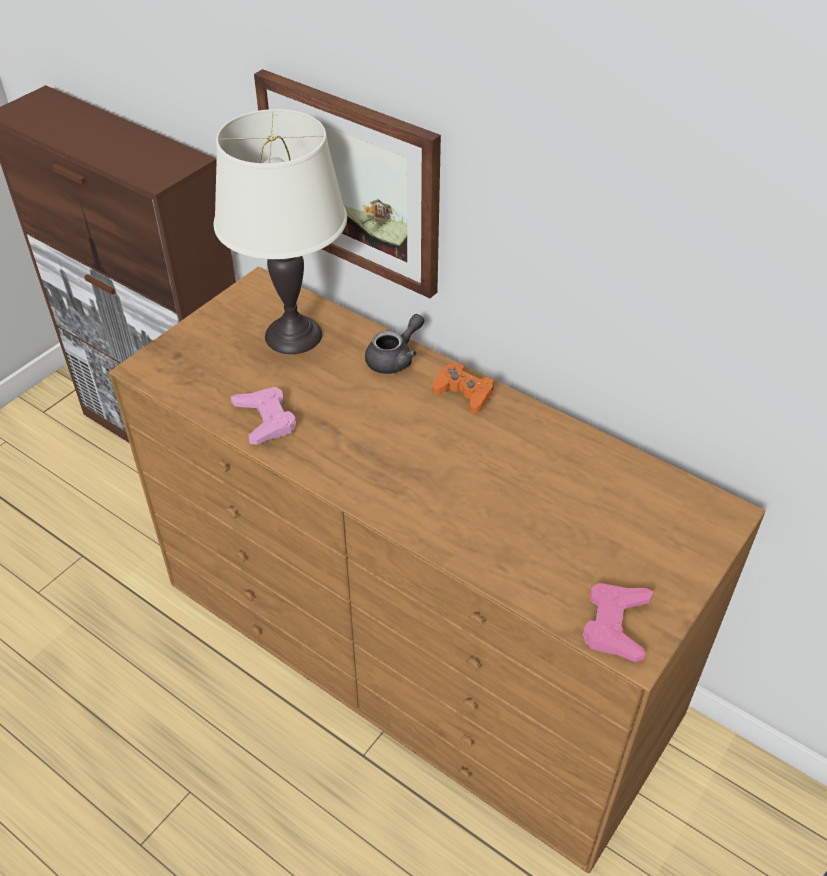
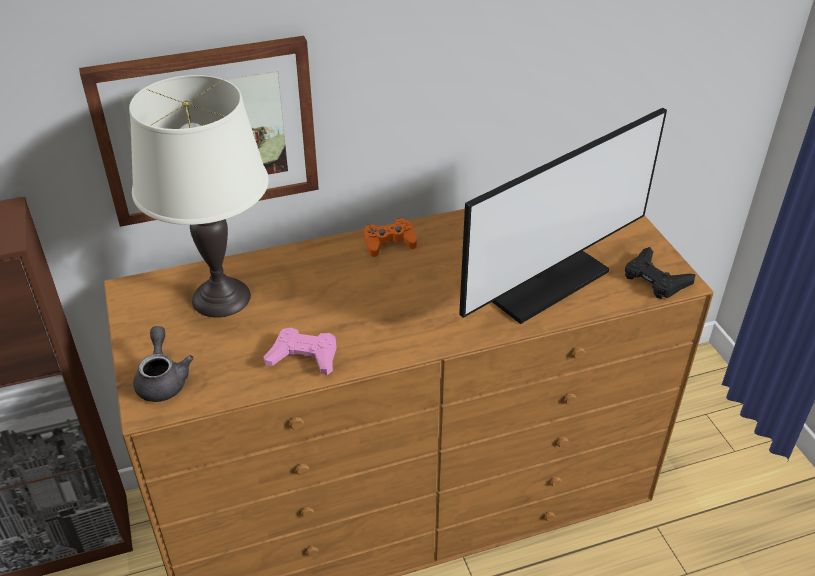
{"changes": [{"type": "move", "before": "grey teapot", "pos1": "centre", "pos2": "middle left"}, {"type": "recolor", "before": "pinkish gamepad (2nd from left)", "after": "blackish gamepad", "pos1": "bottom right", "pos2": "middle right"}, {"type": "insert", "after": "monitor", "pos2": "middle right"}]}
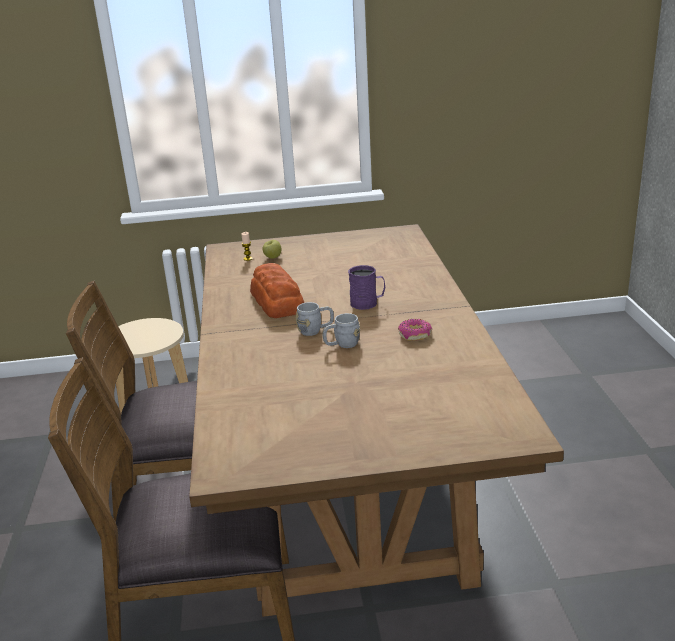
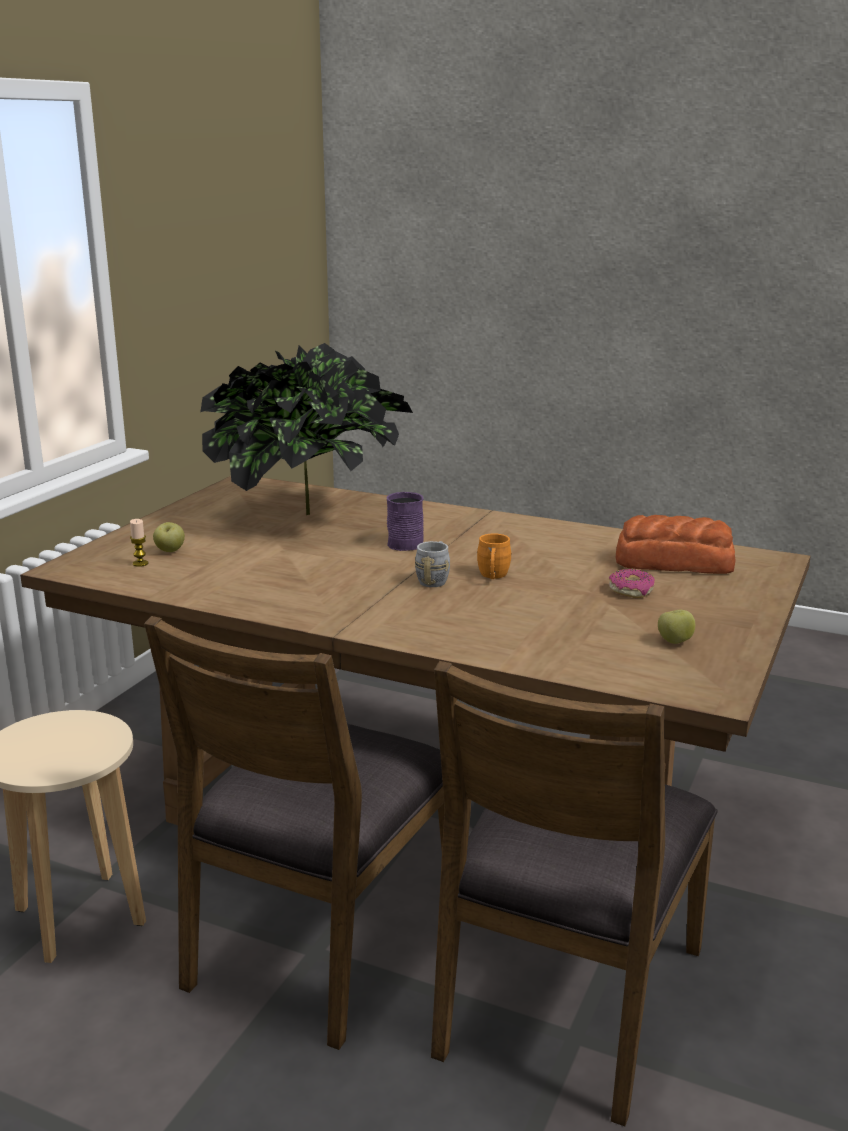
{"changes": [{"type": "move", "before": "baked bread", "pos1": "centre", "pos2": "middle right"}, {"type": "recolor", "before": "grey tea mug (2nd from left)", "after": "orange tea mug", "pos1": "centre", "pos2": "centre"}, {"type": "move", "before": "donut", "pos1": "centre", "pos2": "middle right"}, {"type": "insert", "after": "potted plant", "pos2": "centre"}, {"type": "insert", "after": "apple fruit (2nd from left)", "pos2": "middle right"}]}
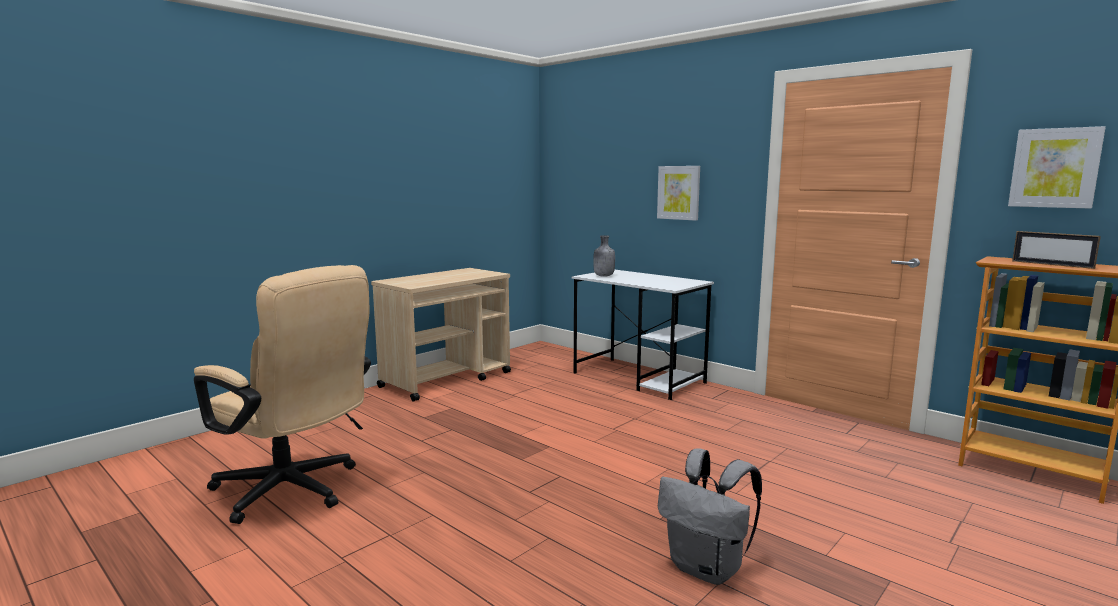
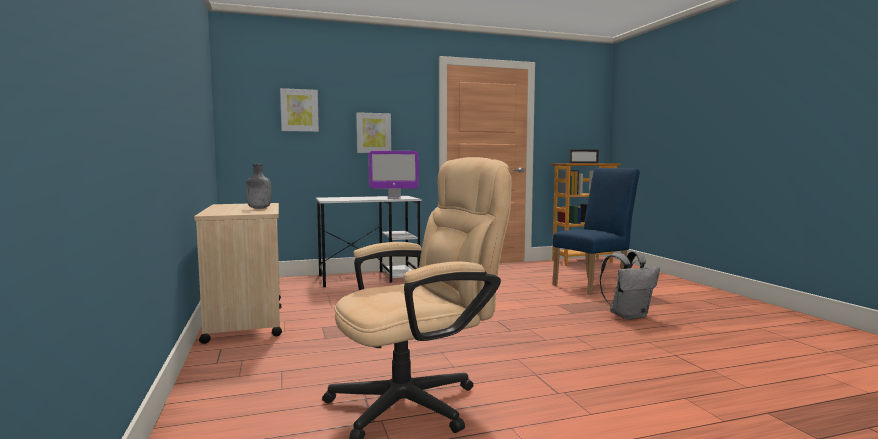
{"changes": [{"type": "move", "before": "grey beverage bottle", "pos1": "centre", "pos2": "middle left"}, {"type": "move", "before": "wall picture (2nd from left in the first image)", "after": "wall picture (1st from left)", "pos1": "top right", "pos2": "top centre"}, {"type": "insert", "after": "monitor", "pos2": "centre"}, {"type": "insert", "after": "blue plain chair", "pos2": "middle right"}]}
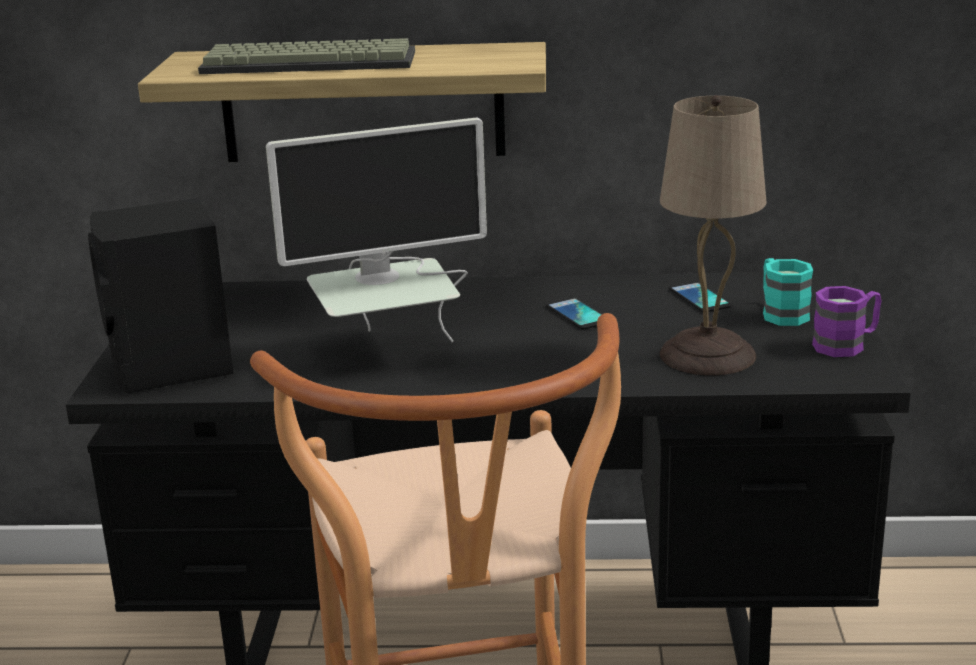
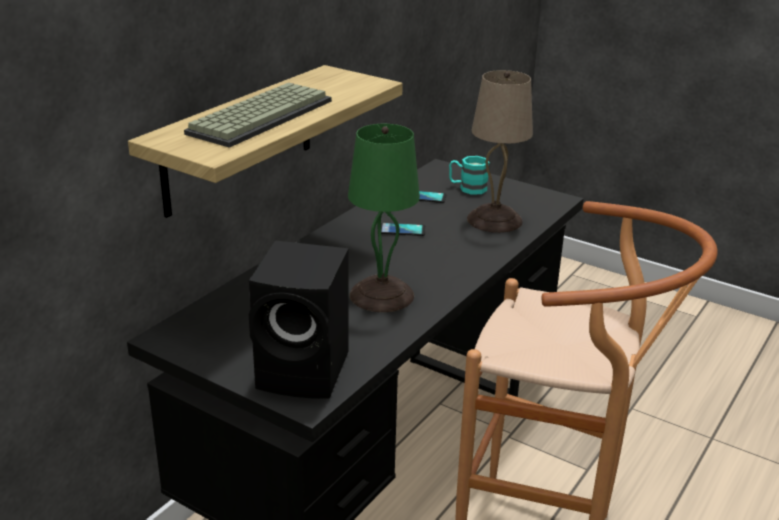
{"changes": [{"type": "replace", "before": "monitor", "after": "greenish tabletop lamp", "pos1": "centre", "pos2": "centre"}, {"type": "delete", "before": "purple-coloured tea mug", "pos1": "middle right"}]}
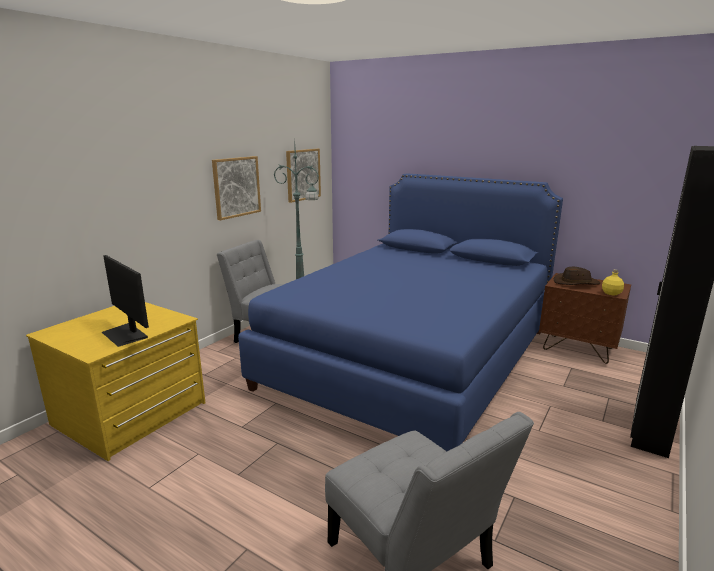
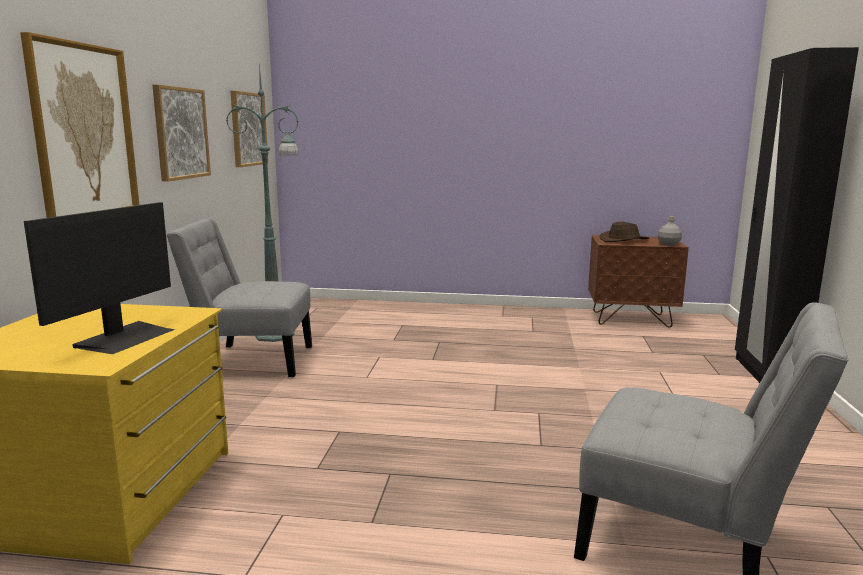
{"changes": [{"type": "rotate", "before": "monitor", "pos1": "middle left", "pos2": "middle left", "turn": -90}, {"type": "delete", "before": "blue sleeping bed", "pos1": "centre"}, {"type": "recolor", "before": "yellow beverage bottle", "after": "grey beverage bottle", "pos1": "middle right", "pos2": "middle right"}, {"type": "insert", "after": "wall picture (1st from left)", "pos2": "top left"}]}
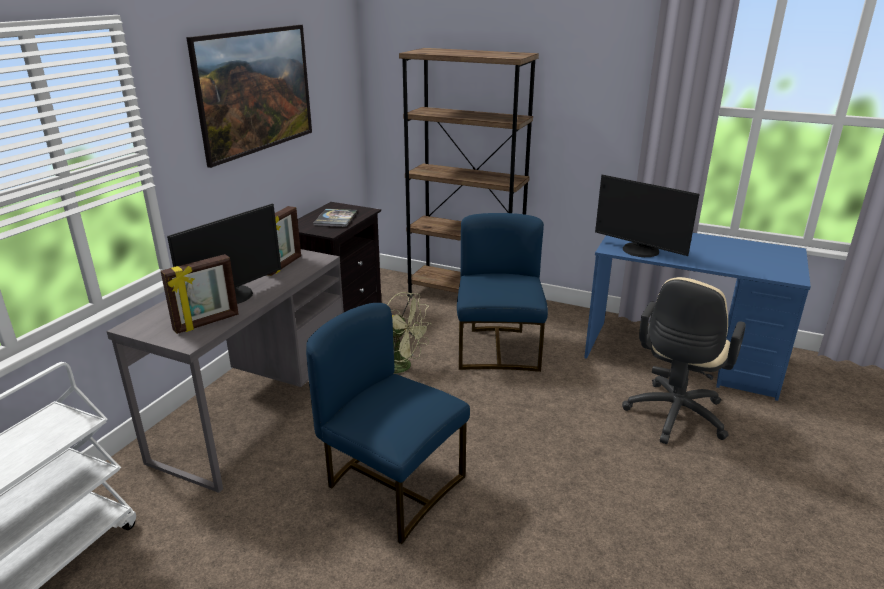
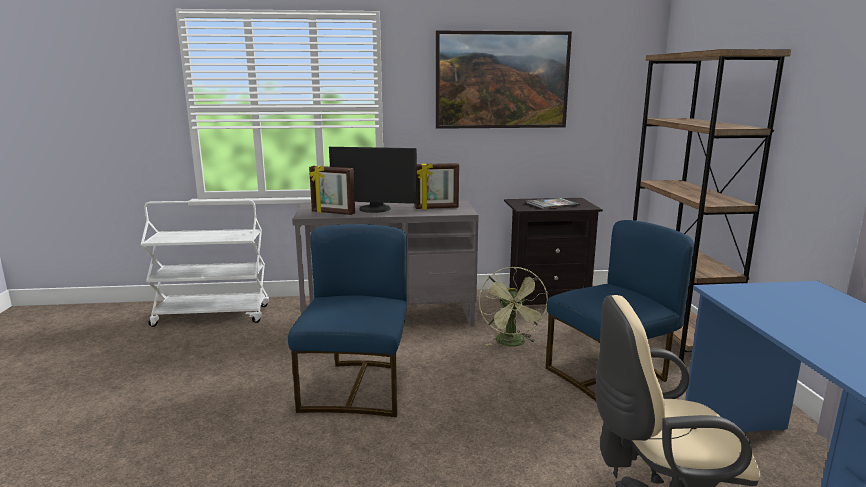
{"changes": [{"type": "delete", "before": "monitor (2nd from left)", "pos1": "middle right"}]}
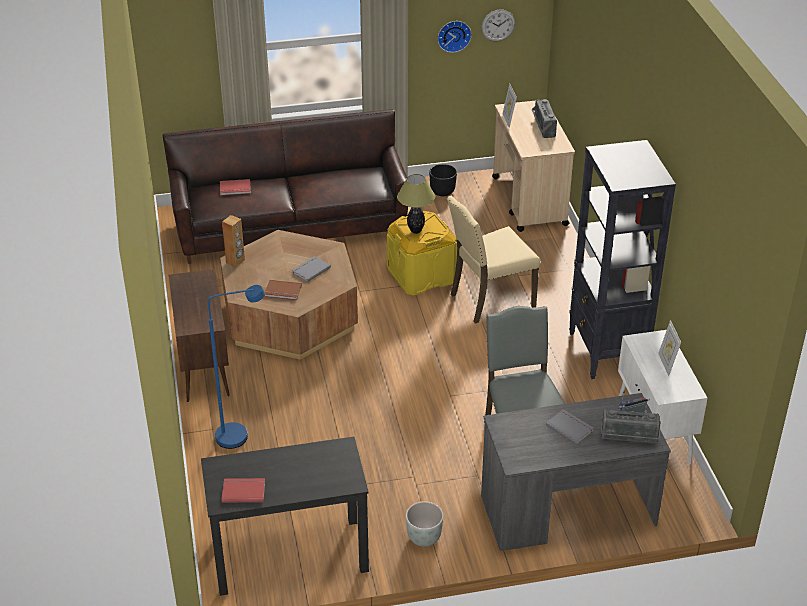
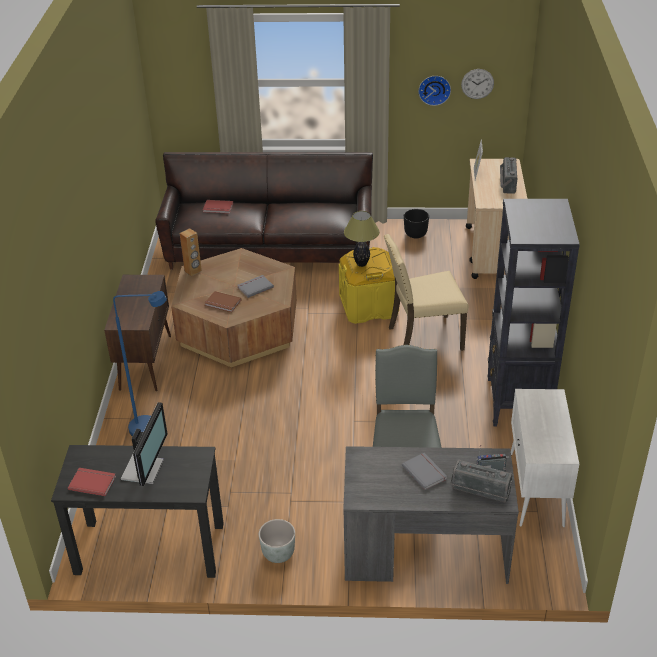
{"changes": [{"type": "delete", "before": "photo frame (2nd from left)", "pos1": "middle right"}, {"type": "insert", "after": "monitor", "pos2": "bottom left"}]}
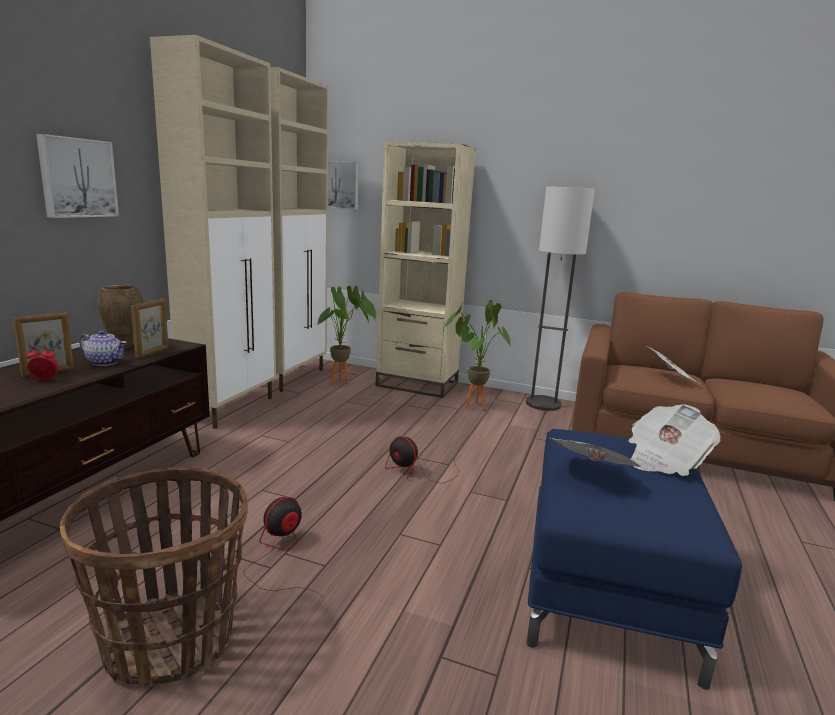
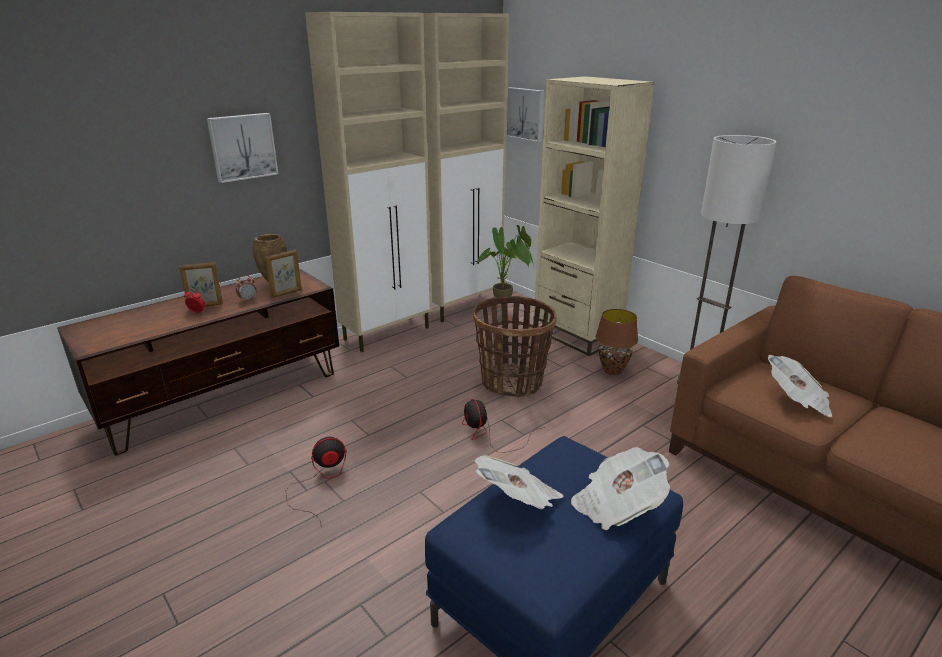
{"changes": [{"type": "move", "before": "storage basket", "pos1": "bottom left", "pos2": "centre"}, {"type": "replace", "before": "teapot", "after": "bedside clock (2nd from left)", "pos1": "middle left", "pos2": "middle left"}, {"type": "replace", "before": "potted plant (2nd from left)", "after": "brownish tabletop lamp", "pos1": "centre", "pos2": "centre"}]}
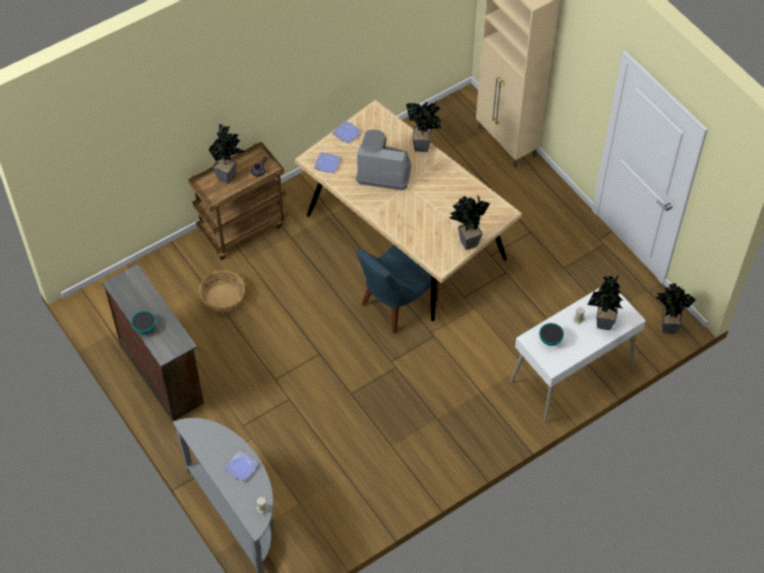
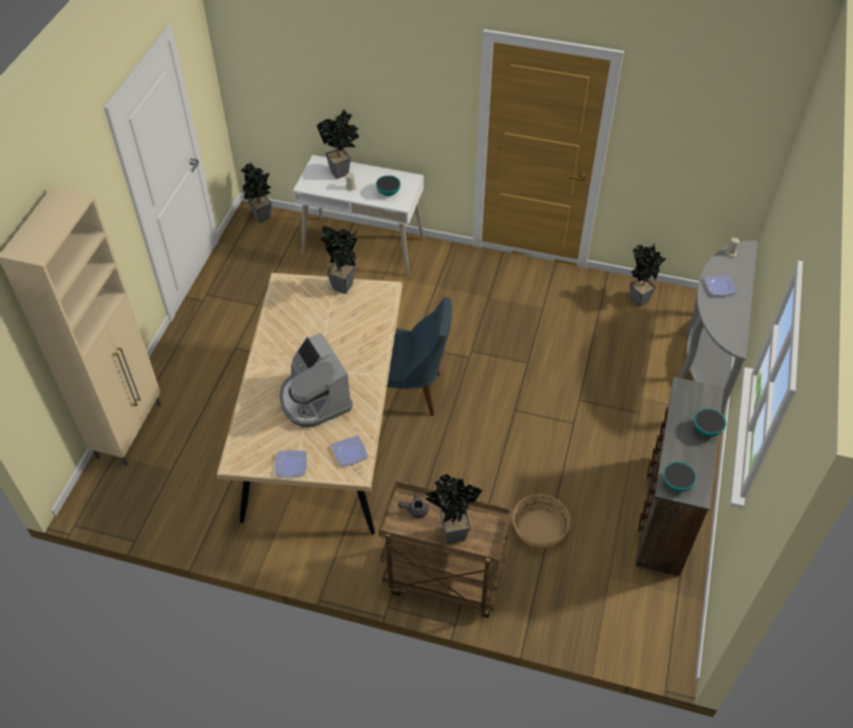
{"changes": [{"type": "move", "before": "potted plant (2nd from left in the first image)", "after": "potted plant (5th from left)", "pos1": "top centre", "pos2": "middle right"}, {"type": "insert", "after": "deep dish (2nd from left)", "pos2": "middle right"}]}
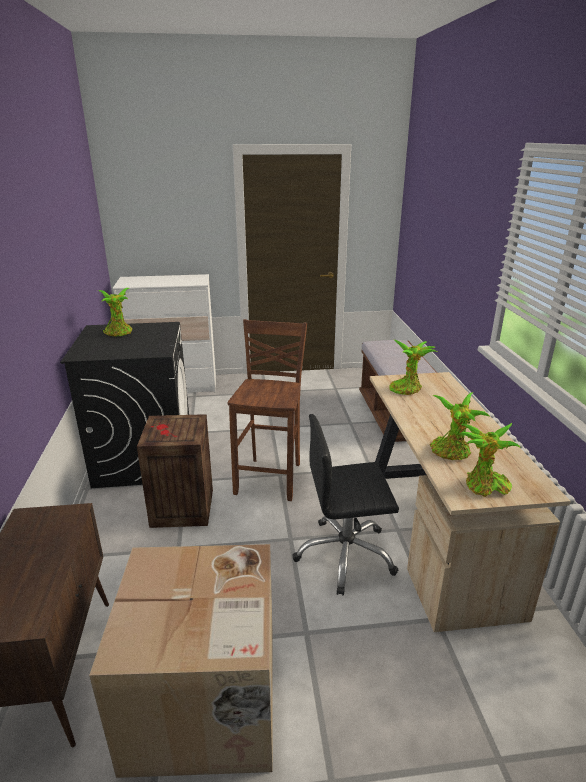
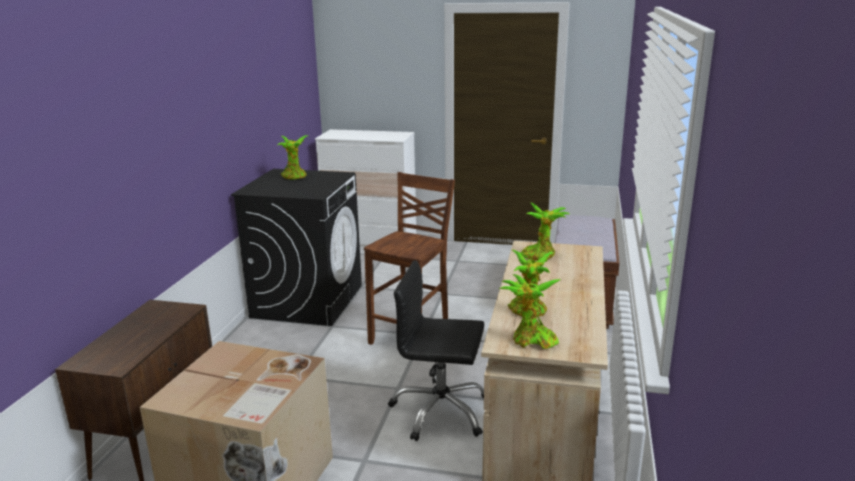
{"changes": [{"type": "delete", "before": "packing crate", "pos1": "middle left"}]}
